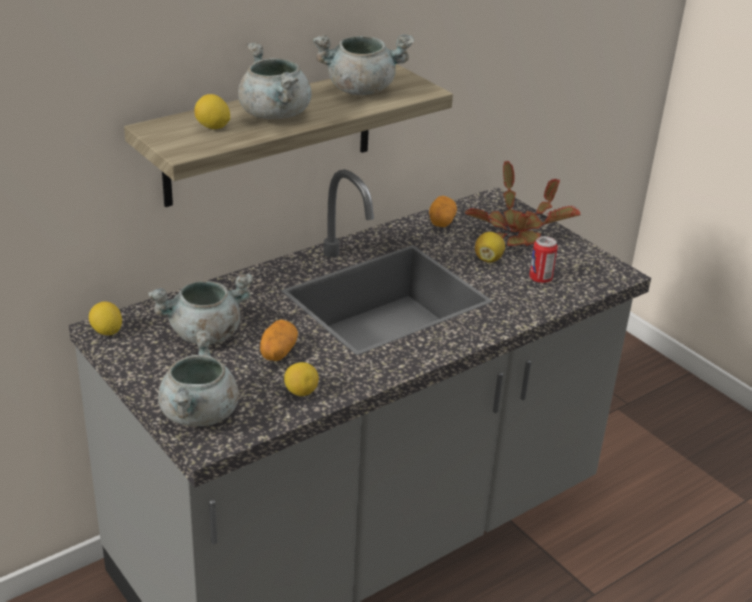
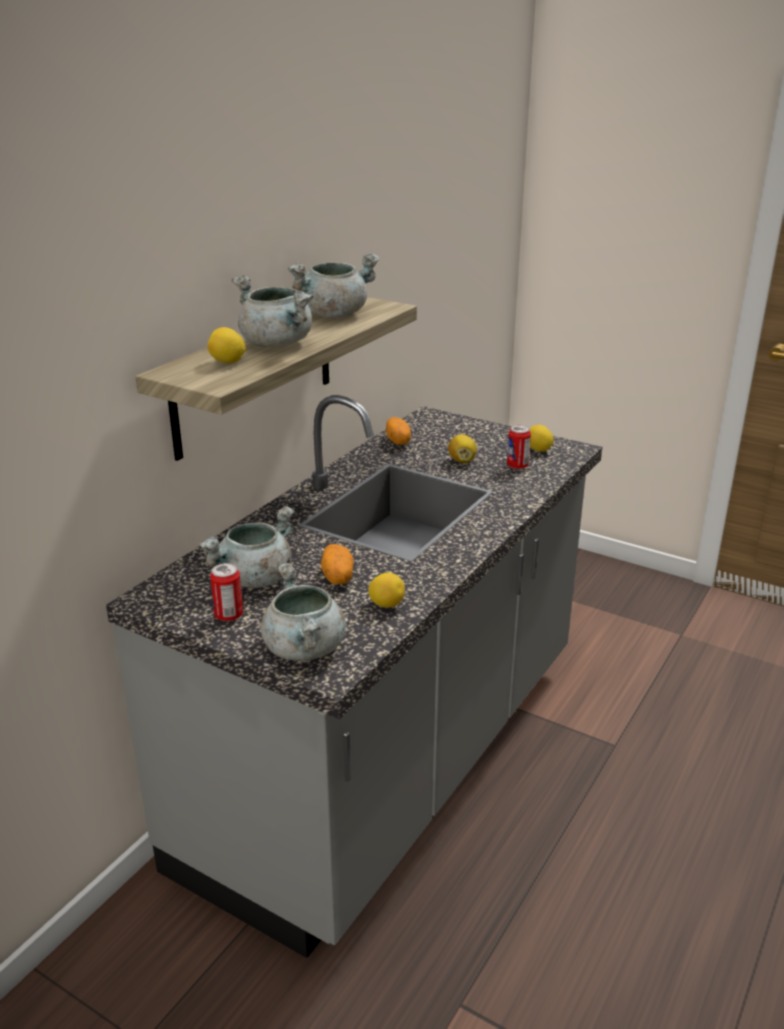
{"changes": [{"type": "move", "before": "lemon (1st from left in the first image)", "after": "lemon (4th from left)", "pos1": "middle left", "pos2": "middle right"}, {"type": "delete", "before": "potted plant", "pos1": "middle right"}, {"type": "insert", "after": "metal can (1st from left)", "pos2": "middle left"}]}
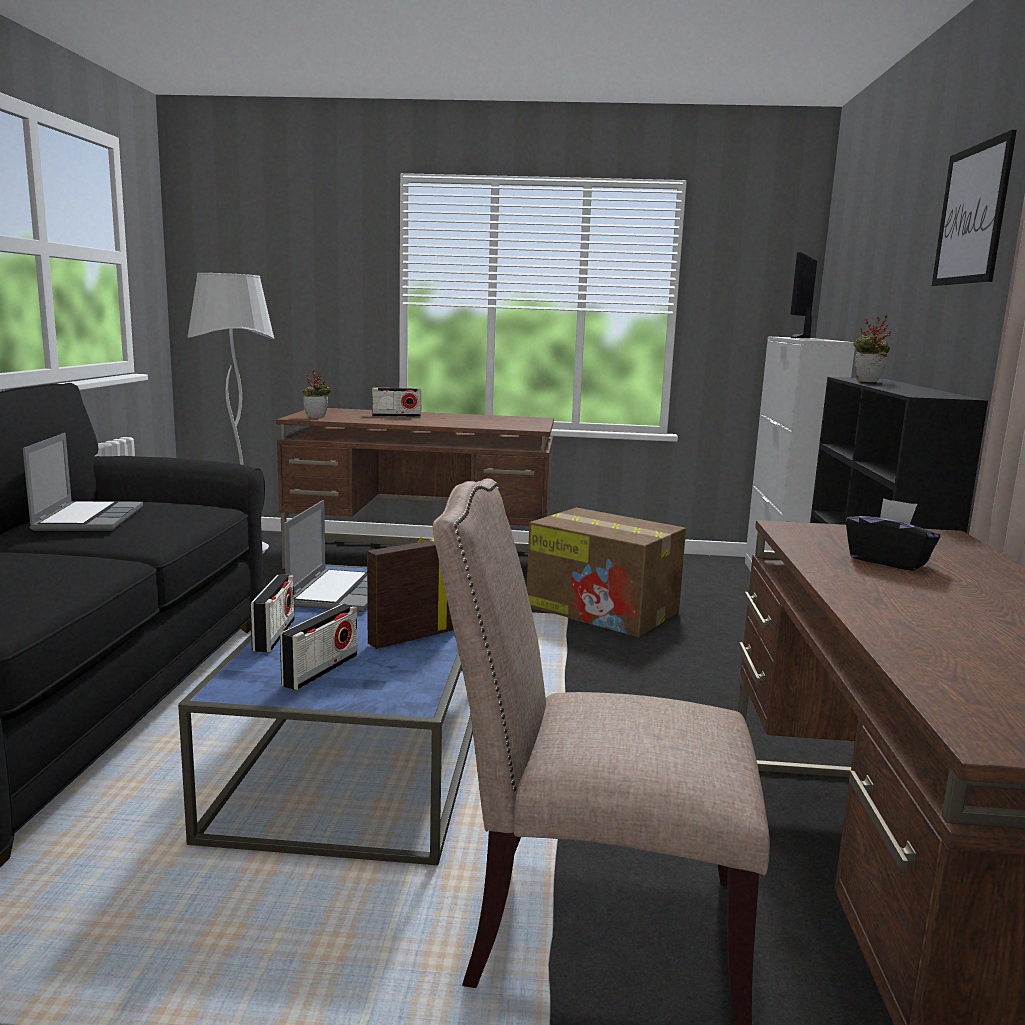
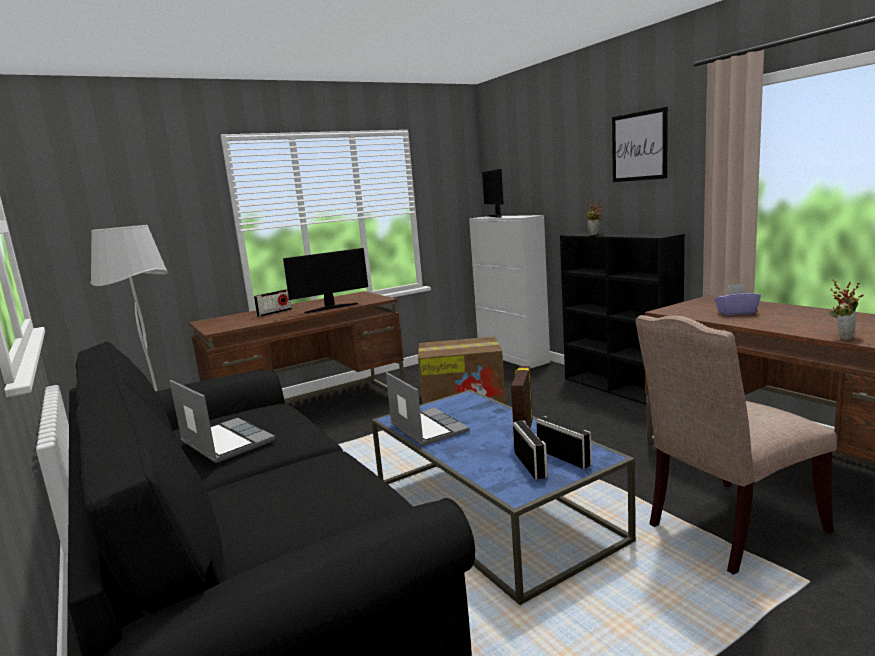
{"changes": [{"type": "move", "before": "radio receiver (1st from left in the first image)", "after": "radio receiver (3rd from left)", "pos1": "middle left", "pos2": "bottom centre"}, {"type": "move", "before": "potted plant (1st from left in the first image)", "after": "potted plant (2nd from left)", "pos1": "middle left", "pos2": "middle right"}, {"type": "recolor", "before": "blackish tissue box", "after": "purple-coloured tissue box", "pos1": "middle right", "pos2": "middle right"}, {"type": "insert", "after": "monitor (1st from left)", "pos2": "centre"}]}
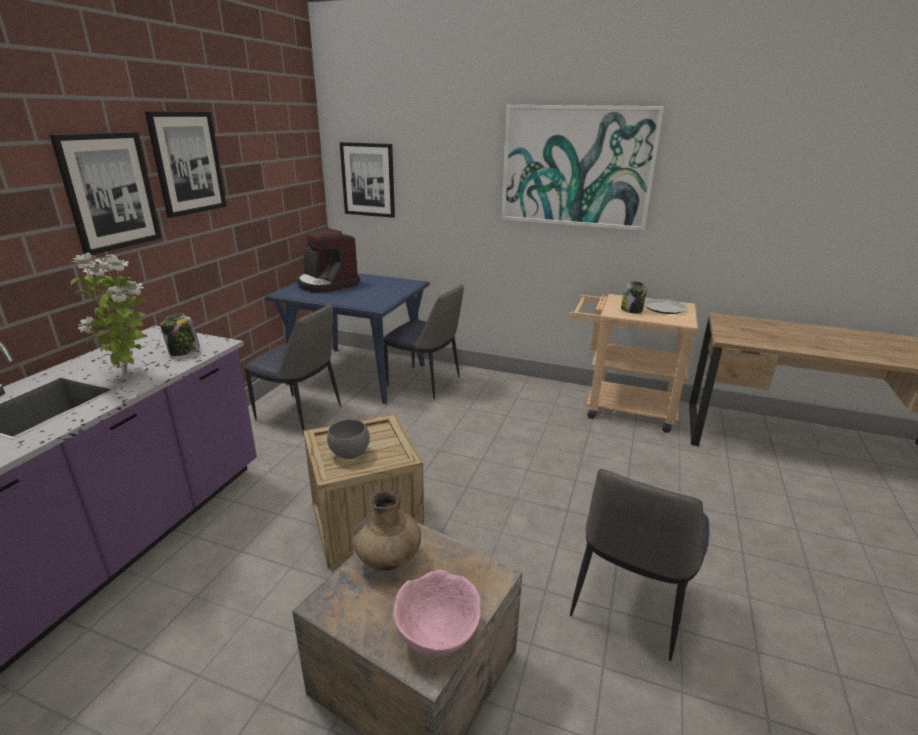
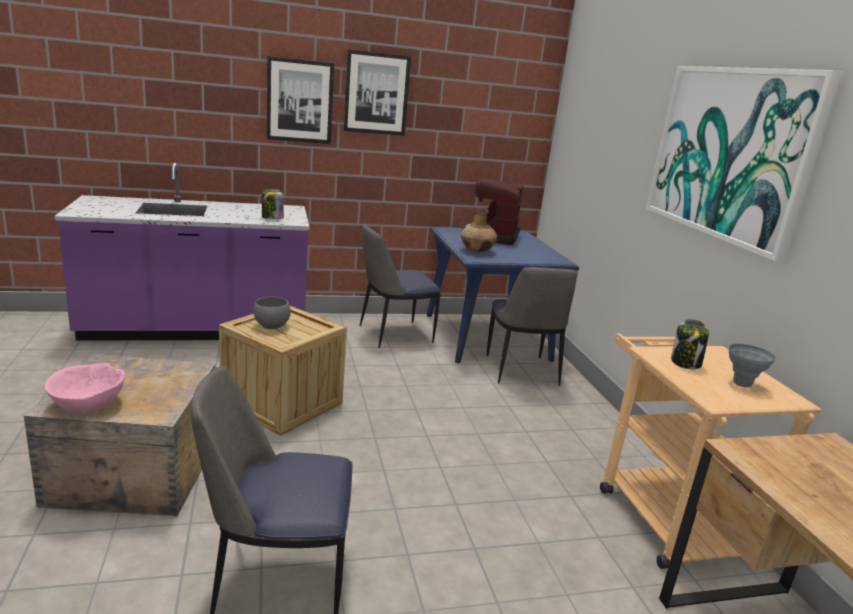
{"changes": [{"type": "delete", "before": "potted plant", "pos1": "middle left"}, {"type": "rotate", "before": "plain chair (1st from left in the first image)", "pos1": "middle left", "pos2": "centre", "turn": 75}, {"type": "delete", "before": "wall picture (3rd from left)", "pos1": "top centre"}, {"type": "move", "before": "brownish vase", "pos1": "bottom centre", "pos2": "centre"}, {"type": "replace", "before": "plate", "after": "grey vase", "pos1": "middle right", "pos2": "middle right"}]}
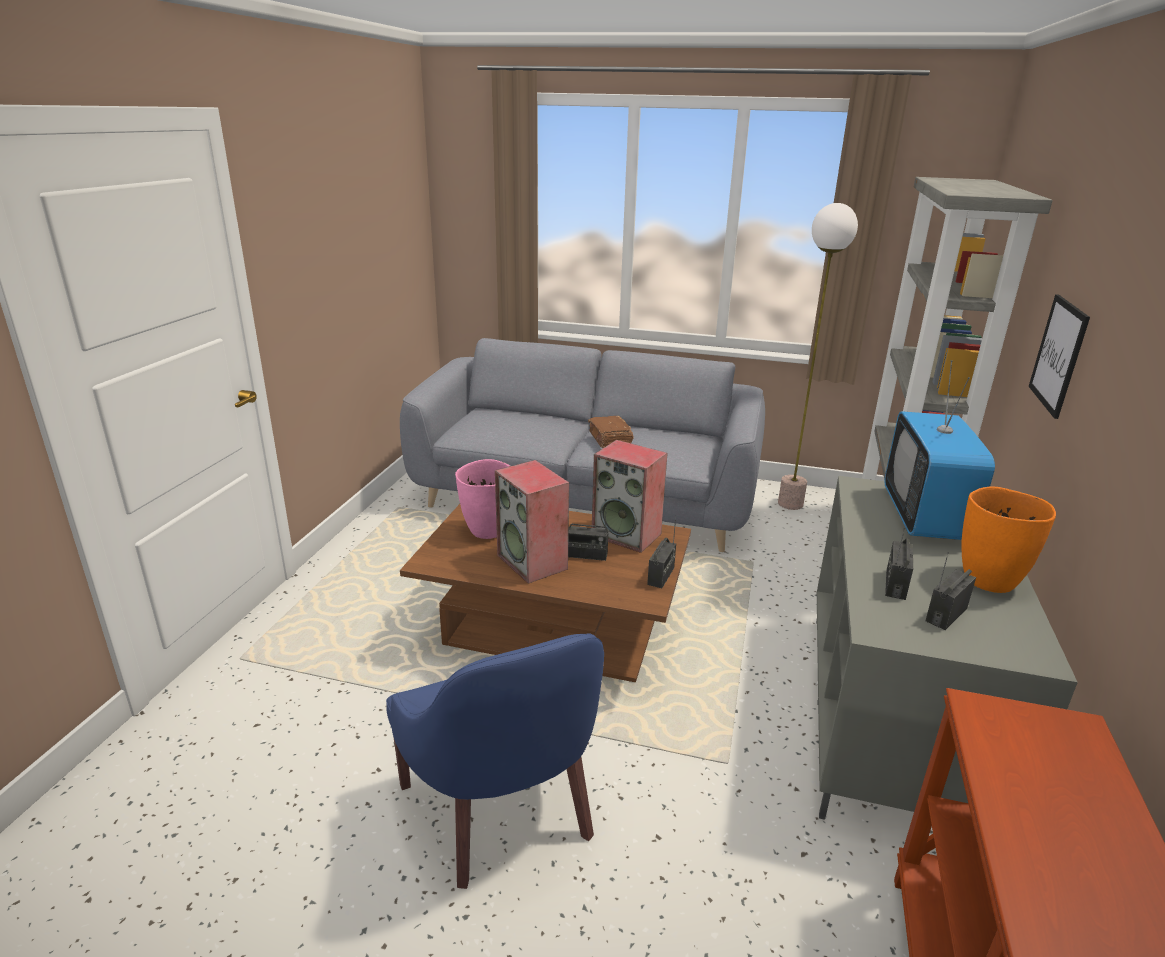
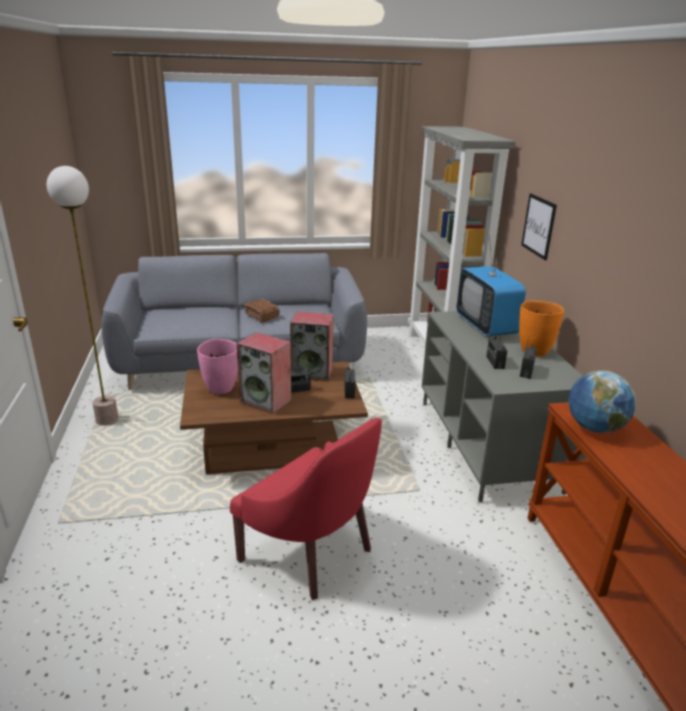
{"changes": [{"type": "recolor", "before": "blue easy chair", "after": "red easy chair", "pos1": "bottom centre", "pos2": "bottom centre"}, {"type": "move", "before": "standing lamp", "pos1": "middle right", "pos2": "middle left"}, {"type": "insert", "after": "desk globe", "pos2": "middle right"}]}
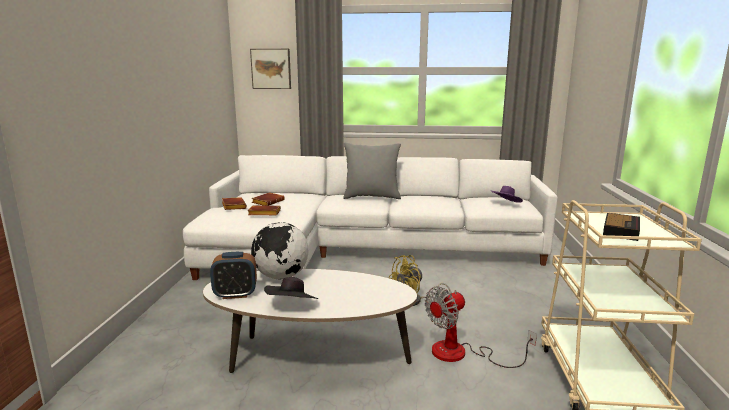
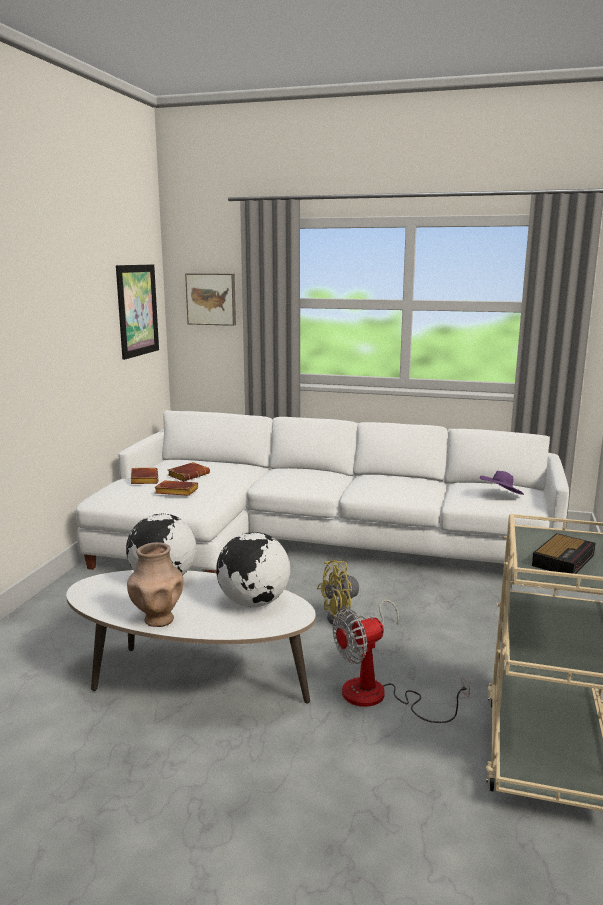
{"changes": [{"type": "delete", "before": "bedside clock (1st from left)", "pos1": "bottom left"}, {"type": "replace", "before": "blackish hat", "after": "brownish vase", "pos1": "bottom centre", "pos2": "middle left"}, {"type": "delete", "before": "grey throw pillow", "pos1": "centre"}, {"type": "insert", "after": "wall picture (1st from left)", "pos2": "middle left"}, {"type": "insert", "after": "desk globe (2nd from left)", "pos2": "centre"}]}
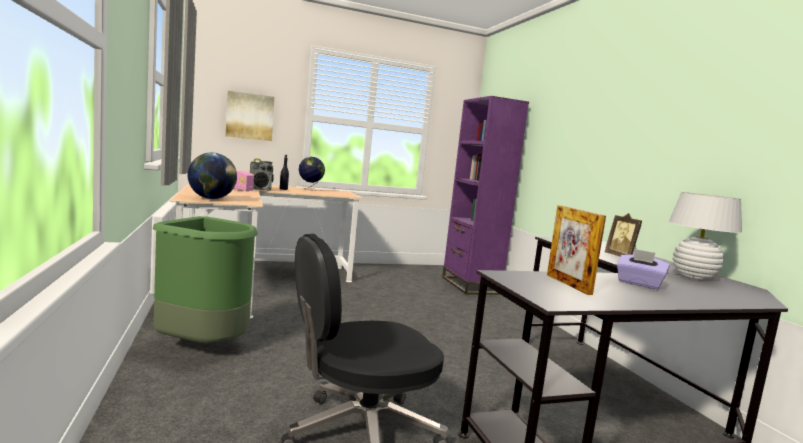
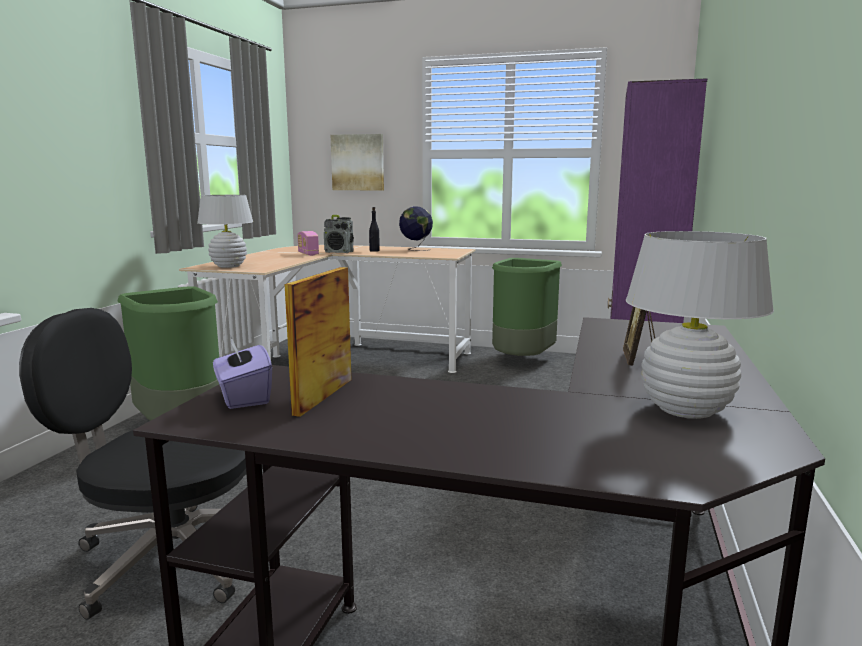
{"changes": [{"type": "replace", "before": "desk globe (1st from left)", "after": "white tabletop lamp (1st from left)", "pos1": "middle left", "pos2": "middle left"}, {"type": "move", "before": "purple-coloured tissue box", "pos1": "middle right", "pos2": "middle left"}, {"type": "insert", "after": "greenish rubbish bin (2nd from left)", "pos2": "centre"}]}
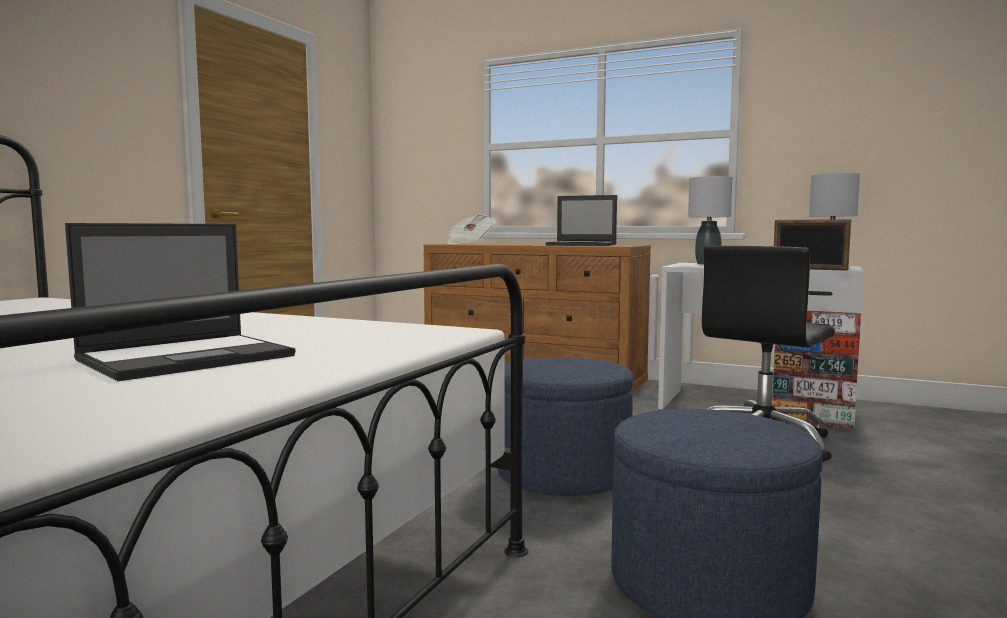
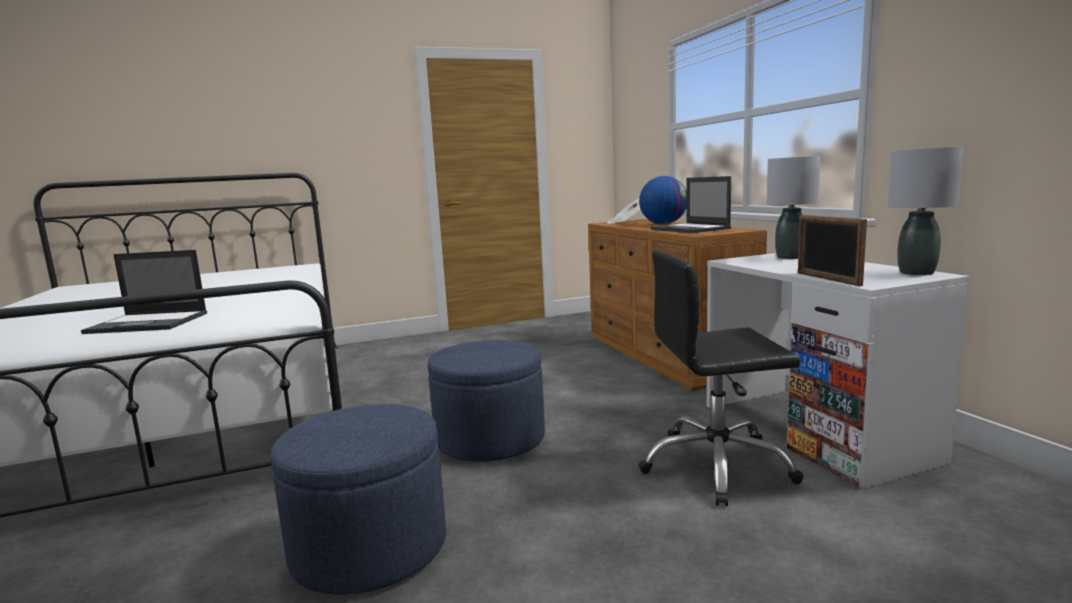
{"changes": [{"type": "insert", "after": "desk globe", "pos2": "top centre"}]}
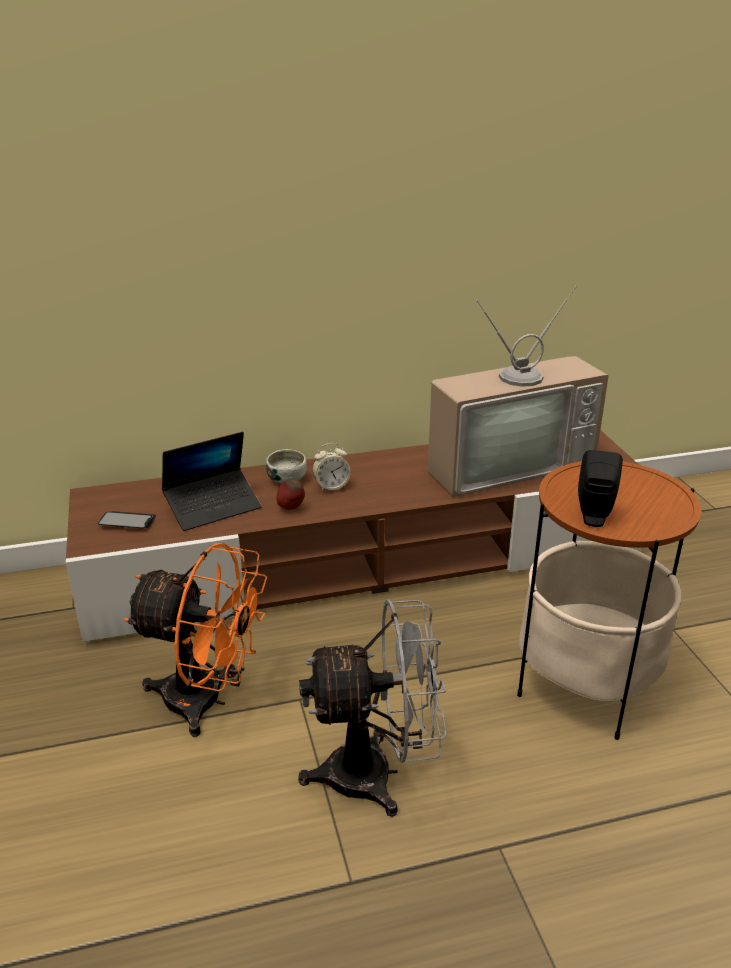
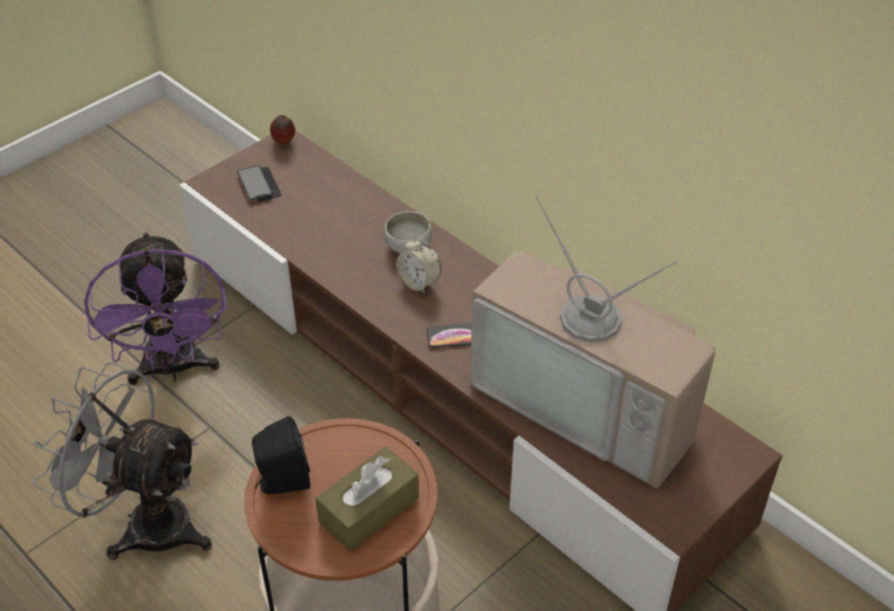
{"changes": [{"type": "recolor", "before": "orange electric fan", "after": "purple-coloured electric fan", "pos1": "middle left", "pos2": "middle left"}, {"type": "delete", "before": "notebook computer", "pos1": "middle left"}, {"type": "move", "before": "apple fruit", "pos1": "centre", "pos2": "top left"}, {"type": "rotate", "before": "grey electric fan", "pos1": "bottom centre", "pos2": "bottom left", "turn": 150}, {"type": "insert", "after": "brownish tissue box", "pos2": "bottom centre"}, {"type": "insert", "after": "phone (2nd from left)", "pos2": "centre"}]}
